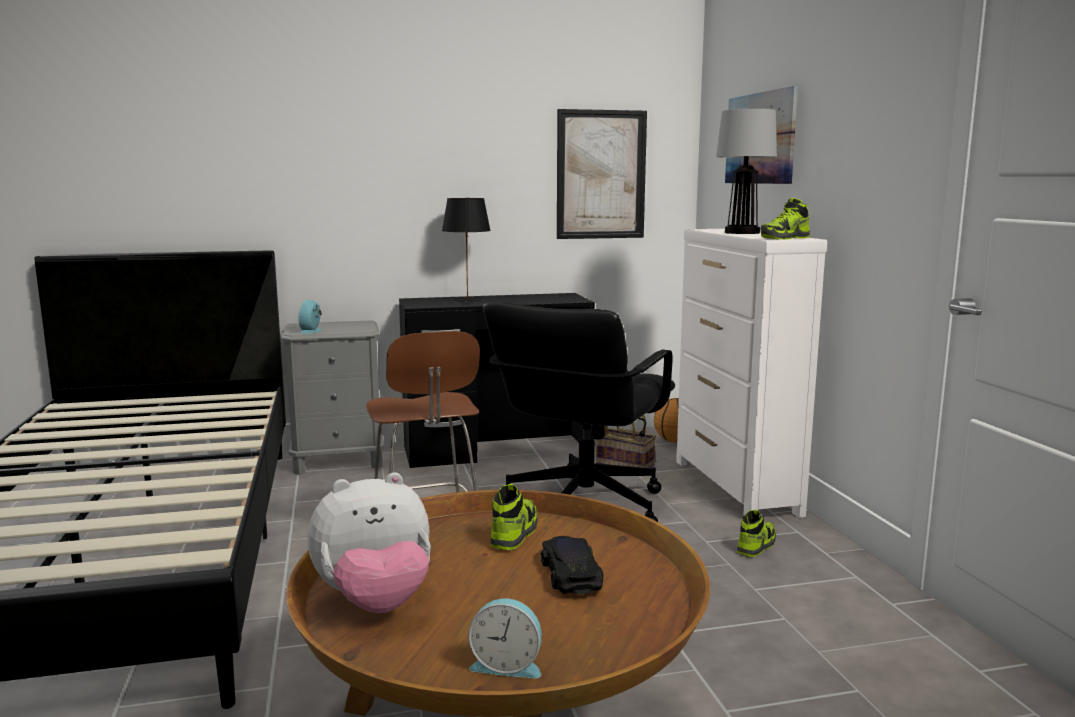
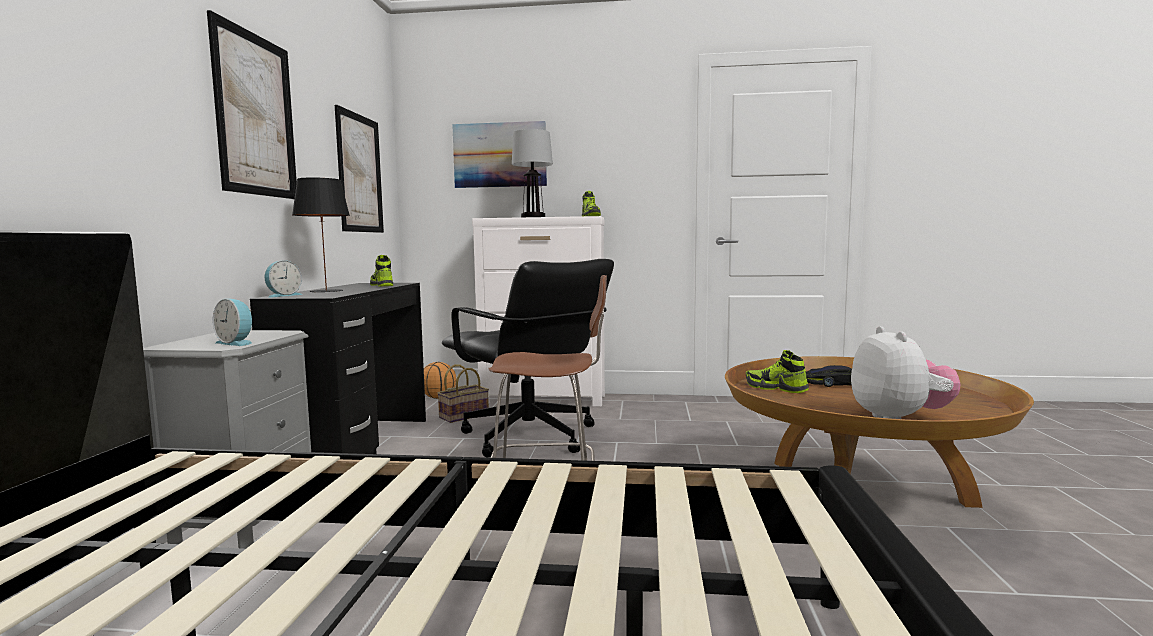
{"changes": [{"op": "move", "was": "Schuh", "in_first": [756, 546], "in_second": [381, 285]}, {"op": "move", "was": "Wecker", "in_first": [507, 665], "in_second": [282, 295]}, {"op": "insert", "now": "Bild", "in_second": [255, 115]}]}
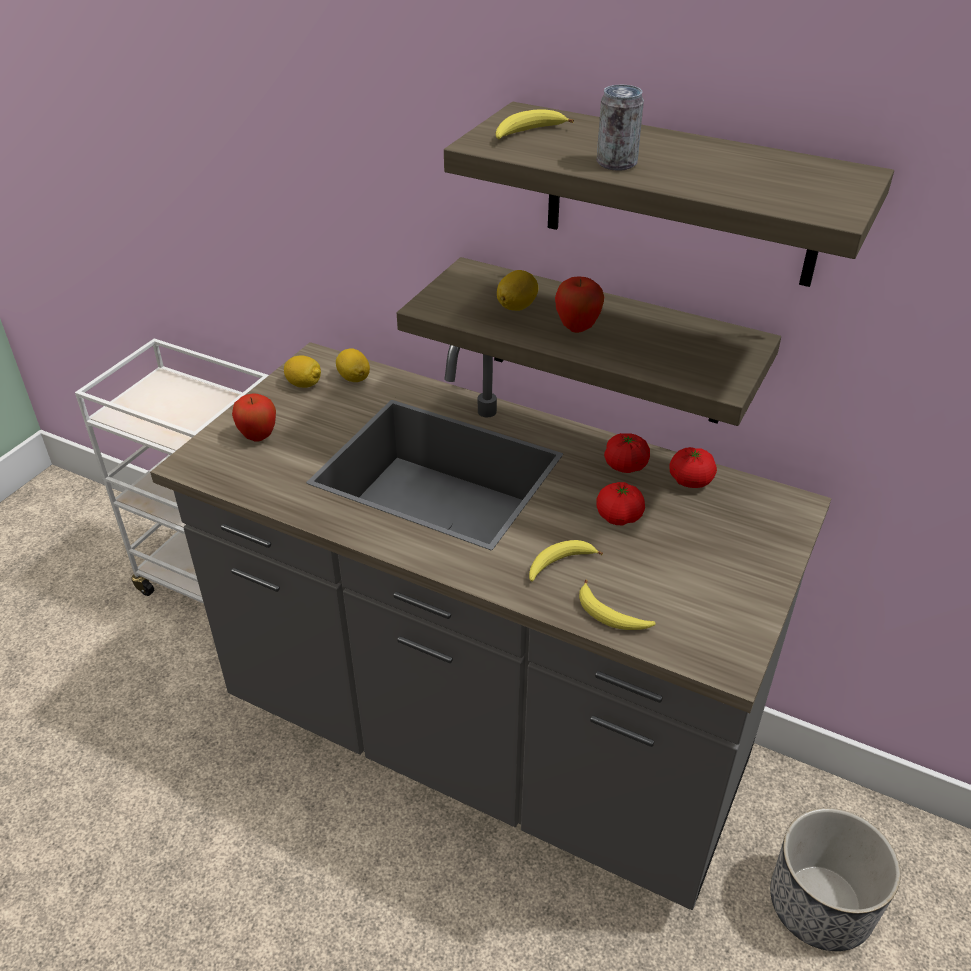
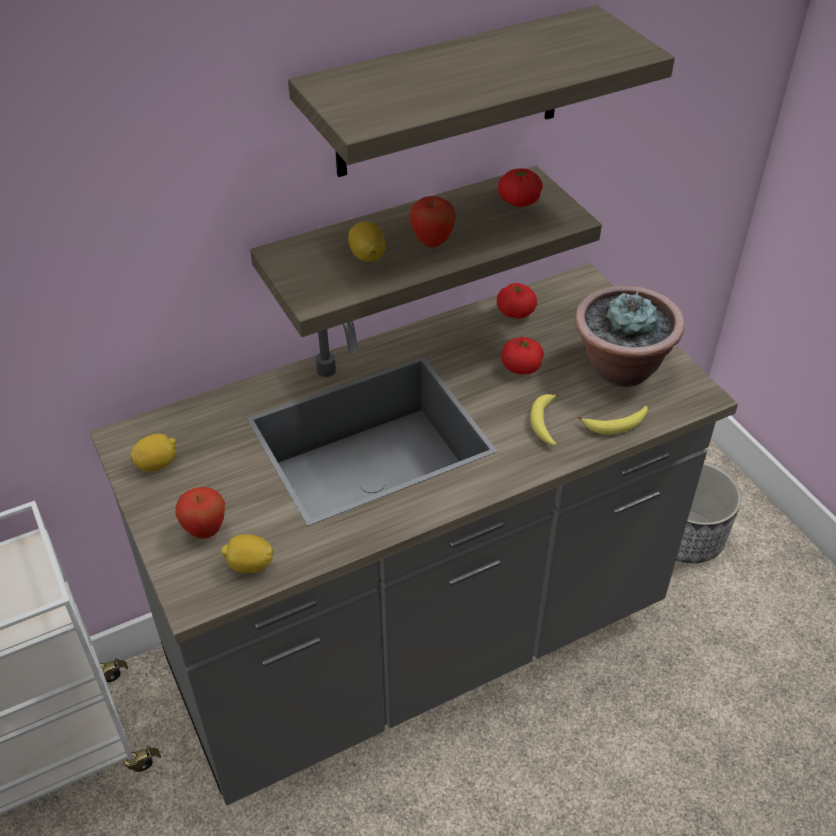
{"changes": [{"op": "delete", "was": "Dose", "in_first": [616, 163]}, {"op": "delete", "was": "Banane", "in_first": [527, 133]}, {"op": "move", "was": "Zitrone", "in_first": [354, 378], "in_second": [250, 565]}, {"op": "move", "was": "Tomate", "in_first": [625, 466], "in_second": [519, 201]}, {"op": "insert", "now": "Topfpflanze", "in_second": [620, 368]}]}
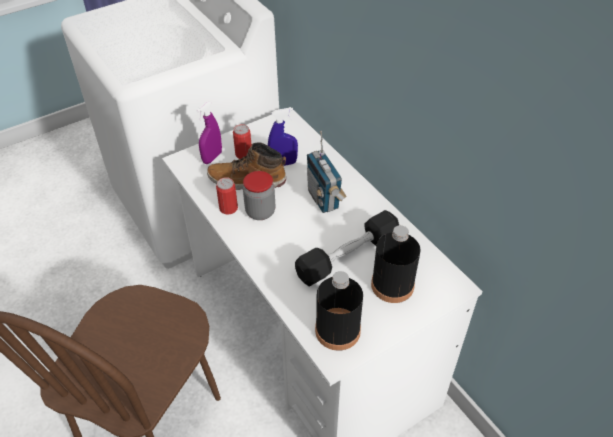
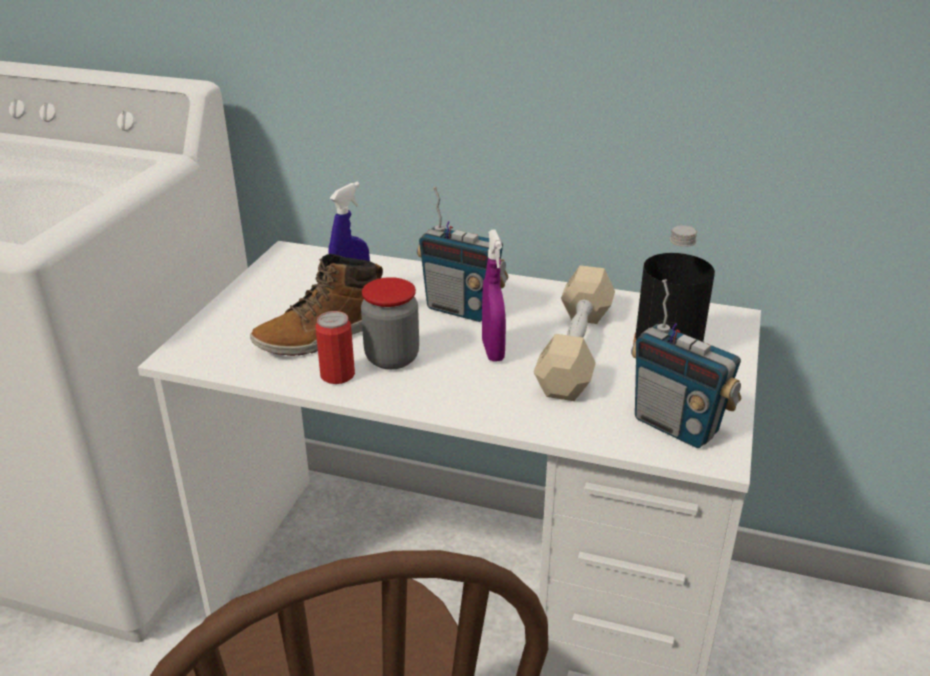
{"changes": [{"op": "move", "was": "Sprühflasche (lila)", "in_first": [212, 157], "in_second": [492, 351]}, {"op": "delete", "was": "Dose", "in_first": [243, 154]}, {"op": "recolor", "was": "Hantel (schwarz)", "now": "Hantel (beige)", "in_first": [347, 257], "in_second": [575, 349]}, {"op": "replace", "was": "Flasche (schwarz)", "now": "Radio", "in_first": [337, 330], "in_second": [676, 426]}]}
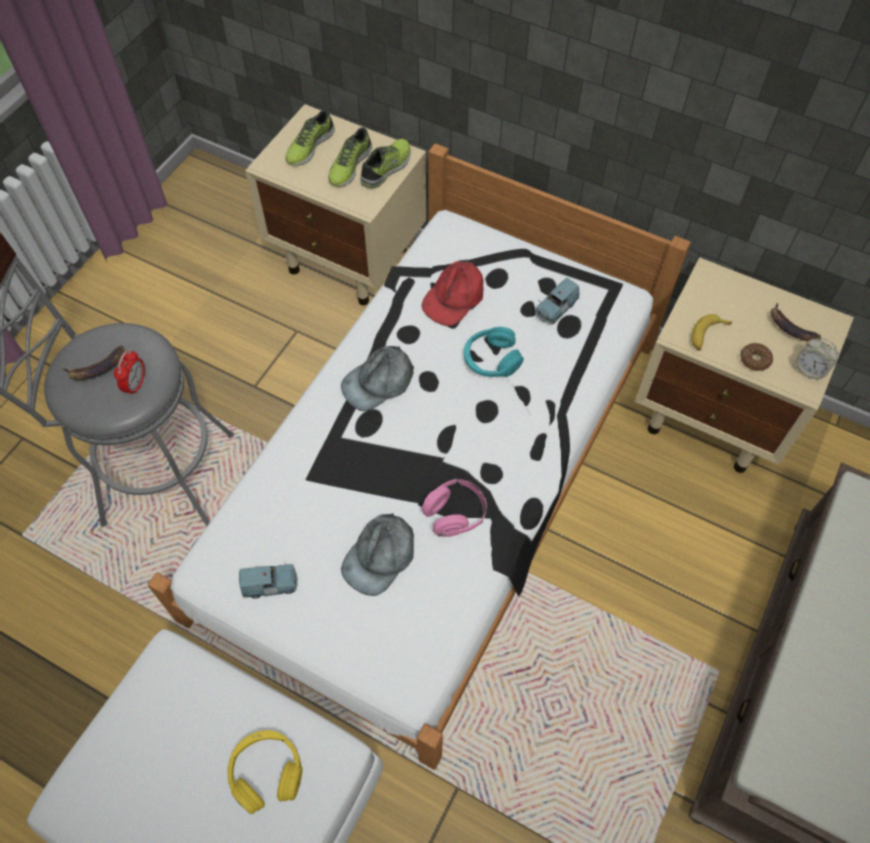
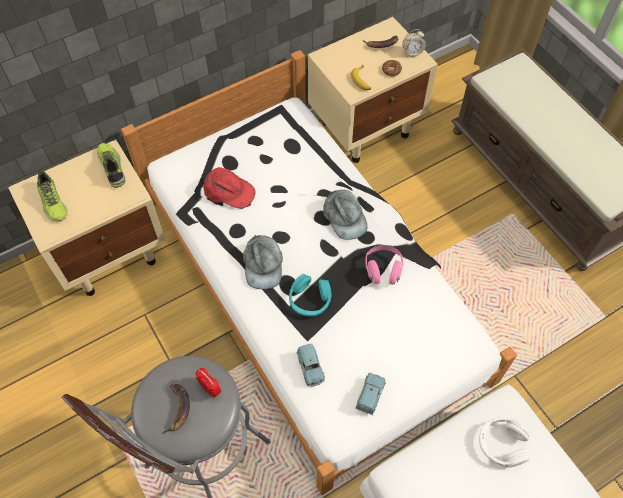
{"changes": [{"op": "delete", "was": "Schuh", "in_first": [349, 166]}, {"op": "rotate", "was": "Kappe (rot)", "in_first": [454, 298], "in_second": [229, 191], "clockwise": -45}, {"op": "move", "was": "Spielzeugauto (blau)", "in_first": [555, 308], "in_second": [310, 369]}, {"op": "move", "was": "Kopfhörer (türkis)", "in_first": [491, 359], "in_second": [309, 300]}, {"op": "move", "was": "Kappe (grau)", "in_first": [380, 556], "in_second": [344, 217]}, {"op": "recolor", "was": "Kopfhörer (gelb)", "now": "Kopfhörer (weiß)", "in_first": [266, 772], "in_second": [501, 444]}]}
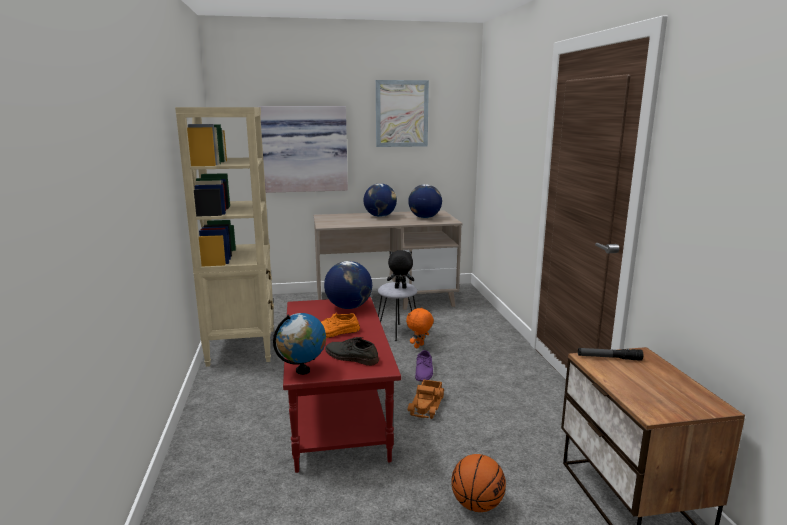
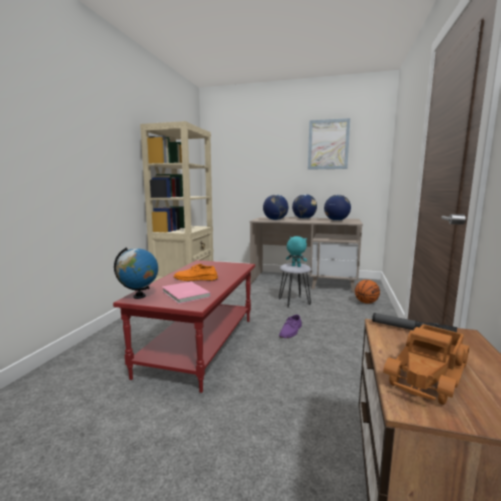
{"changes": [{"op": "delete", "was": "Bild", "in_first": [304, 149]}, {"op": "recolor", "was": "Plüschtier (schwarz)", "now": "Plüschtier (türkis)", "in_first": [400, 288], "in_second": [295, 266]}, {"op": "move", "was": "Globus", "in_first": [348, 307], "in_second": [275, 220]}, {"op": "delete", "was": "Plüschtier (orange)", "in_first": [419, 346]}, {"op": "replace", "was": "Schuh (grau)", "now": "Buch (rosa)", "in_first": [350, 357], "in_second": [184, 294]}, {"op": "move", "was": "Spielzeuglaster", "in_first": [427, 405], "in_second": [430, 372]}, {"op": "move", "was": "Basketball", "in_first": [477, 505], "in_second": [366, 302]}]}
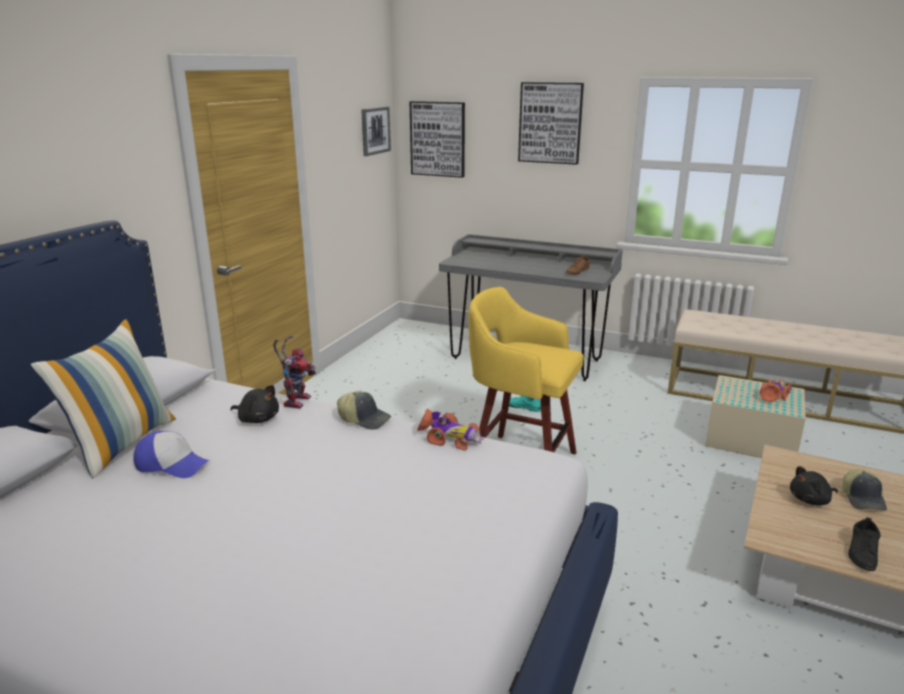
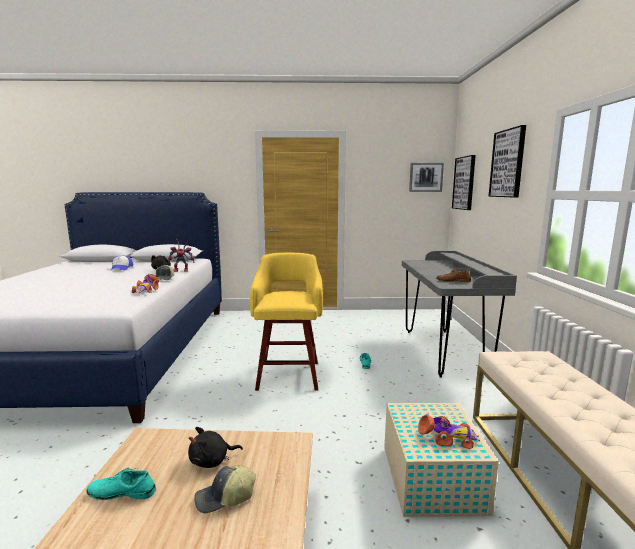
{"changes": [{"op": "delete", "was": "Kissen", "in_first": [121, 444]}, {"op": "rotate", "was": "Plüschtier (schwarz)", "in_first": [811, 500], "in_second": [212, 461], "clockwise": -75}, {"op": "recolor", "was": "Schuh (schwarz)", "now": "Schuh (türkis)", "in_first": [862, 552], "in_second": [122, 492]}]}
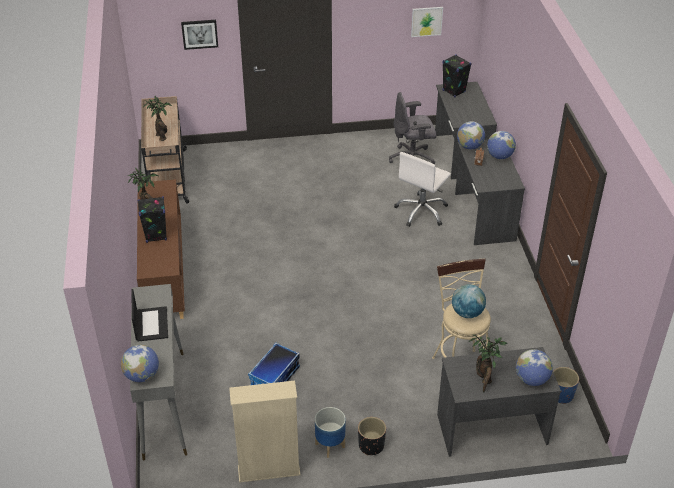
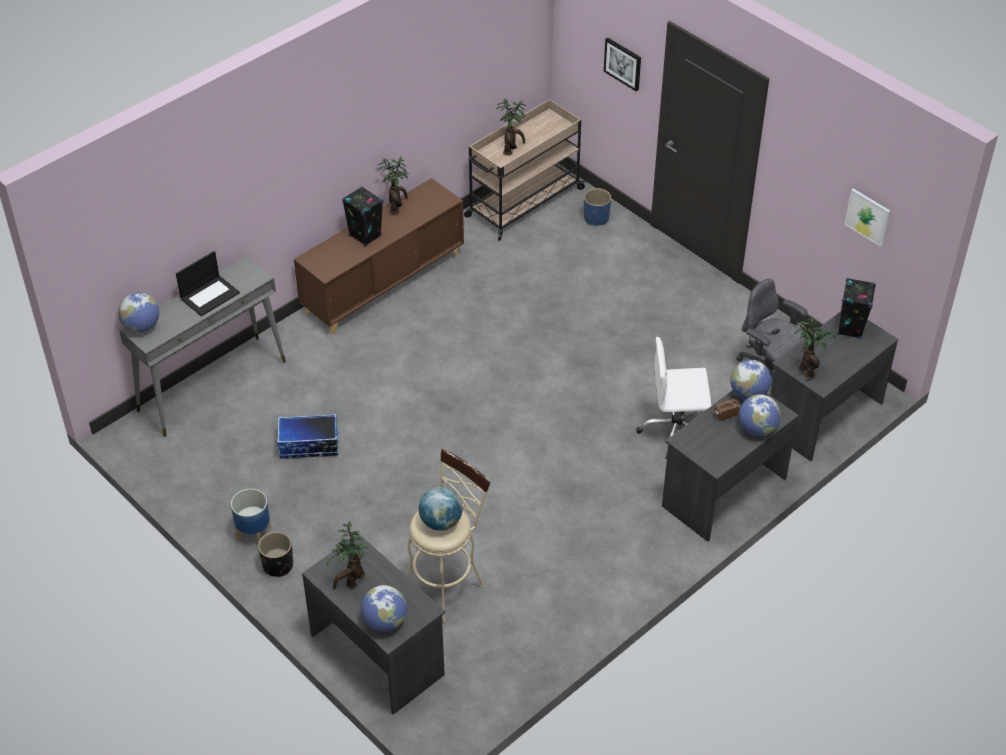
{"changes": [{"op": "move", "was": "Pflanzkübel (blau)", "in_first": [561, 395], "in_second": [596, 218]}, {"op": "delete", "was": "Bücherregal (beige)", "in_first": [269, 470]}, {"op": "insert", "now": "Topfpflanze", "in_second": [806, 370]}]}
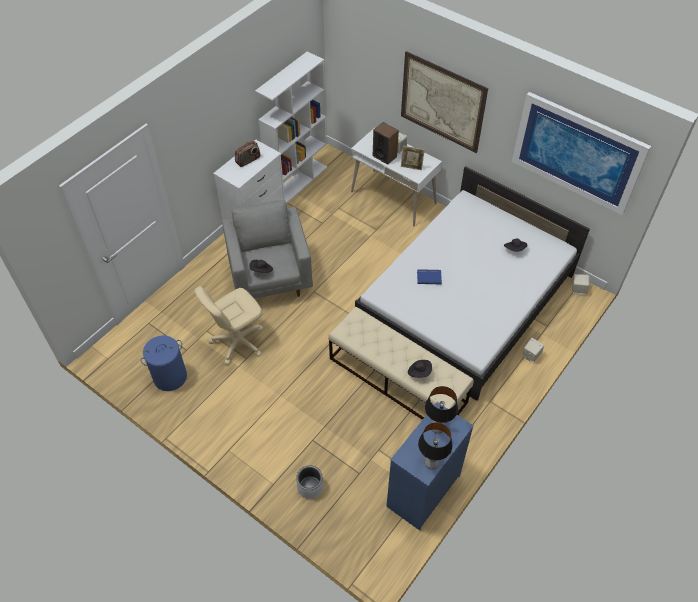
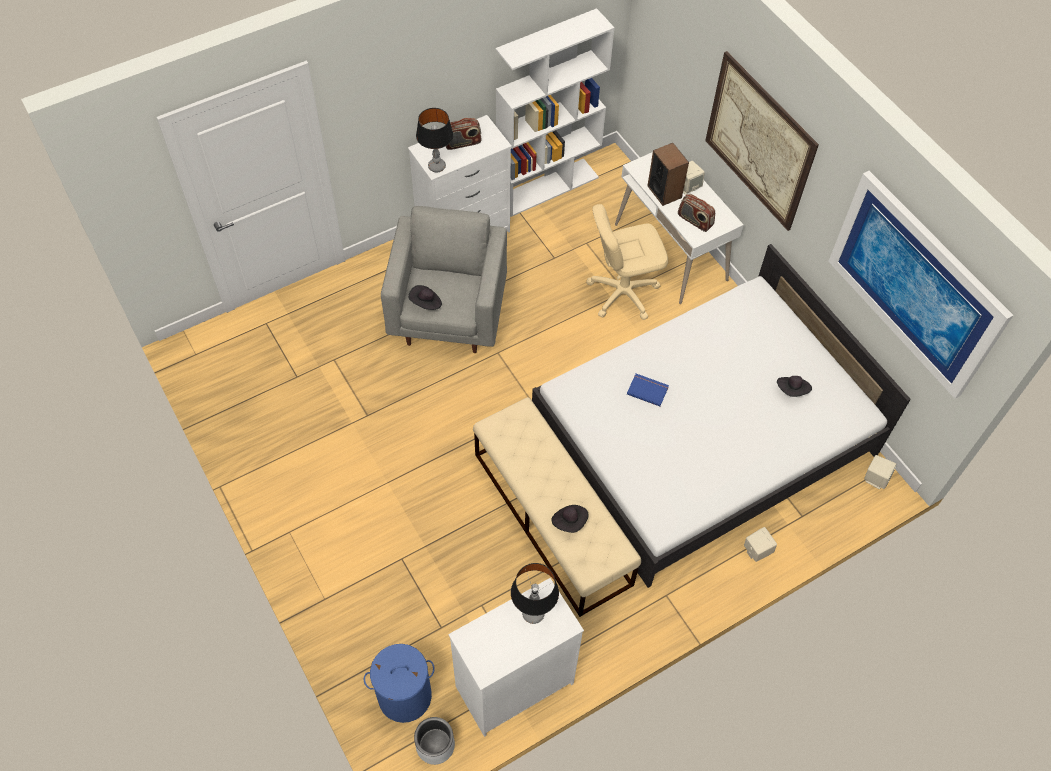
{"changes": [{"op": "replace", "was": "Bilderrahmen", "now": "Radio", "in_first": [411, 167], "in_second": [694, 221]}, {"op": "move", "was": "Bürostuhl (beige)", "in_first": [237, 342], "in_second": [622, 293]}, {"op": "move", "was": "Wäschekorb (blau)", "in_first": [170, 377], "in_second": [404, 696]}, {"op": "recolor", "was": "Kommode (blau)", "now": "Kommode (weiß)", "in_first": [423, 490], "in_second": [514, 684]}, {"op": "move", "was": "Tischlampe", "in_first": [431, 463], "in_second": [436, 167]}, {"op": "move", "was": "Pflanzkübel (grau)", "in_first": [310, 487], "in_second": [435, 745]}]}
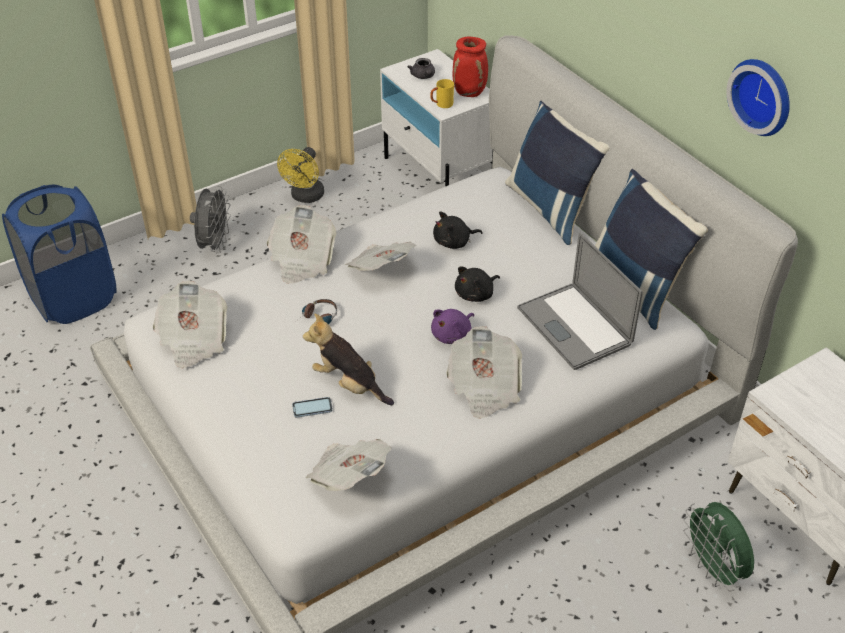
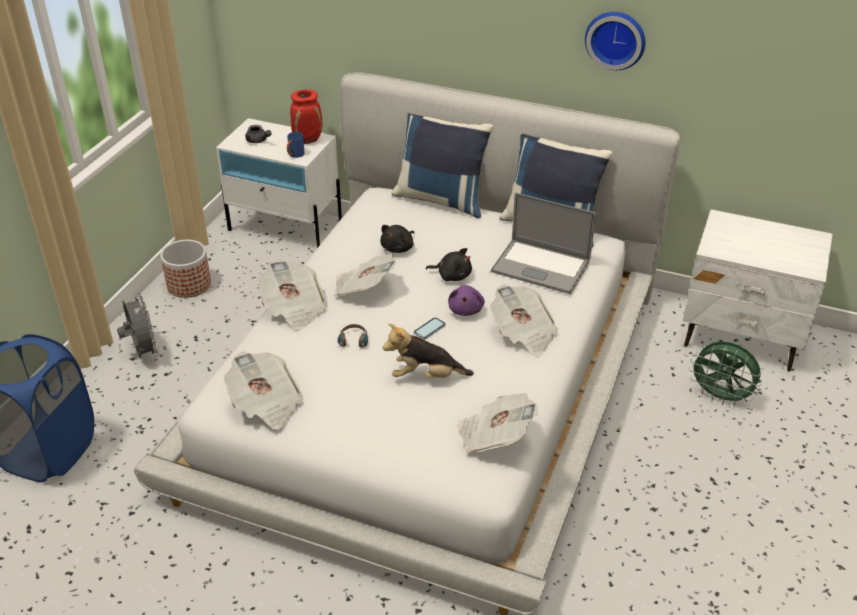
{"changes": [{"op": "recolor", "was": "Henkelbecher (gelb)", "now": "Henkelbecher (blau)", "in_first": [441, 105], "in_second": [295, 155]}, {"op": "replace", "was": "Ventilator (gelb)", "now": "Pflanzkübel", "in_first": [305, 197], "in_second": [189, 284]}, {"op": "rotate", "was": "Plüschtier (schwarz)", "in_first": [476, 294], "in_second": [452, 275], "clockwise": -90}, {"op": "move", "was": "Handy", "in_first": [312, 408], "in_second": [429, 329]}]}
